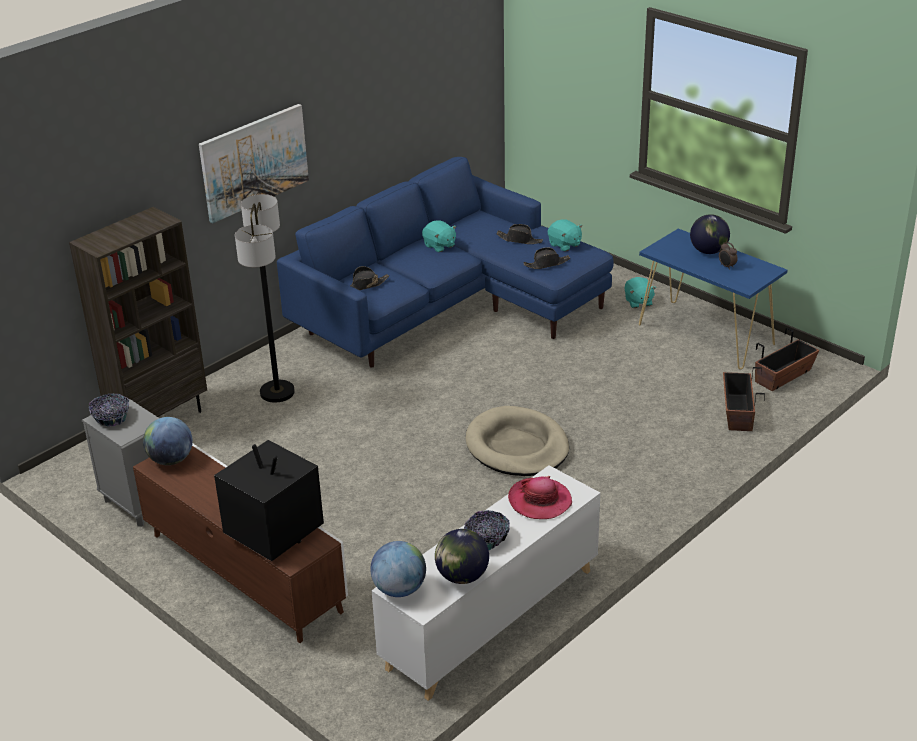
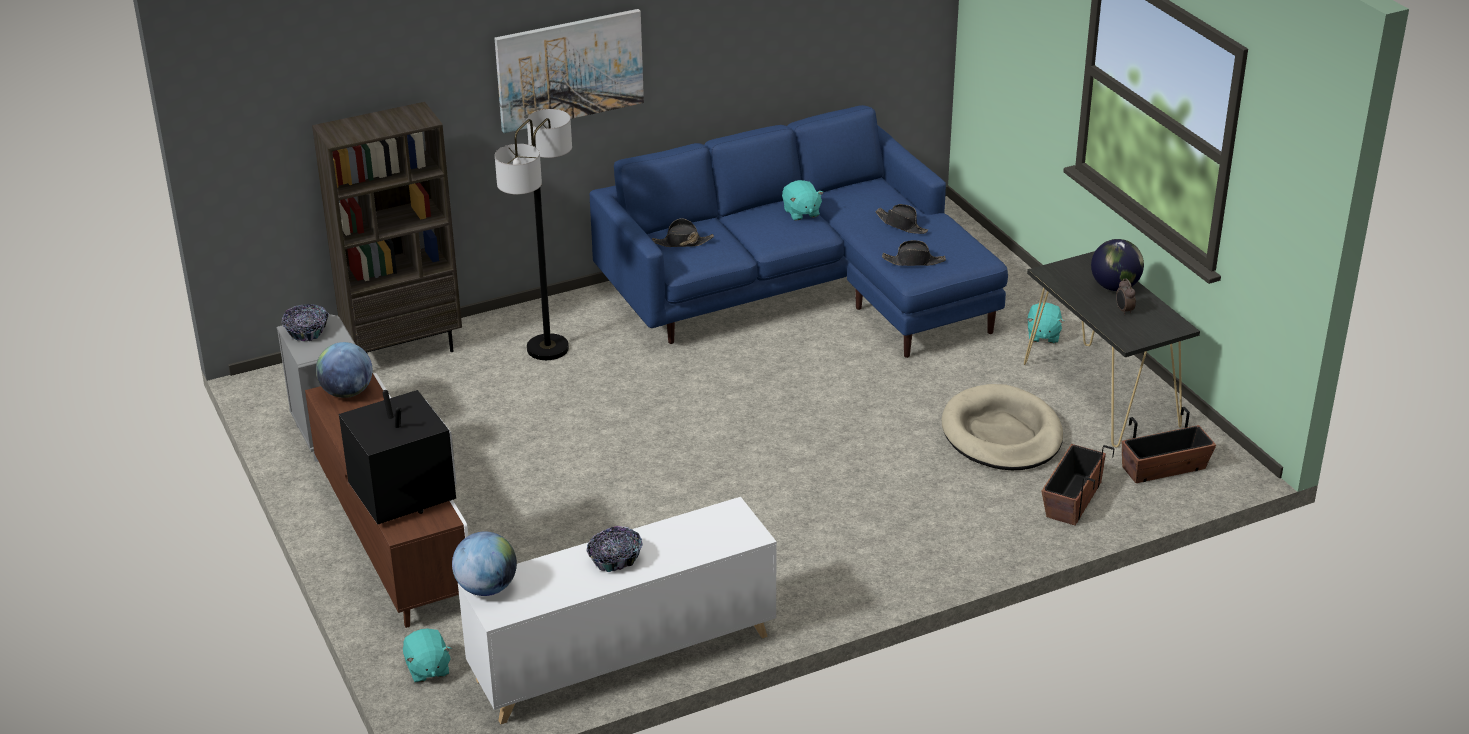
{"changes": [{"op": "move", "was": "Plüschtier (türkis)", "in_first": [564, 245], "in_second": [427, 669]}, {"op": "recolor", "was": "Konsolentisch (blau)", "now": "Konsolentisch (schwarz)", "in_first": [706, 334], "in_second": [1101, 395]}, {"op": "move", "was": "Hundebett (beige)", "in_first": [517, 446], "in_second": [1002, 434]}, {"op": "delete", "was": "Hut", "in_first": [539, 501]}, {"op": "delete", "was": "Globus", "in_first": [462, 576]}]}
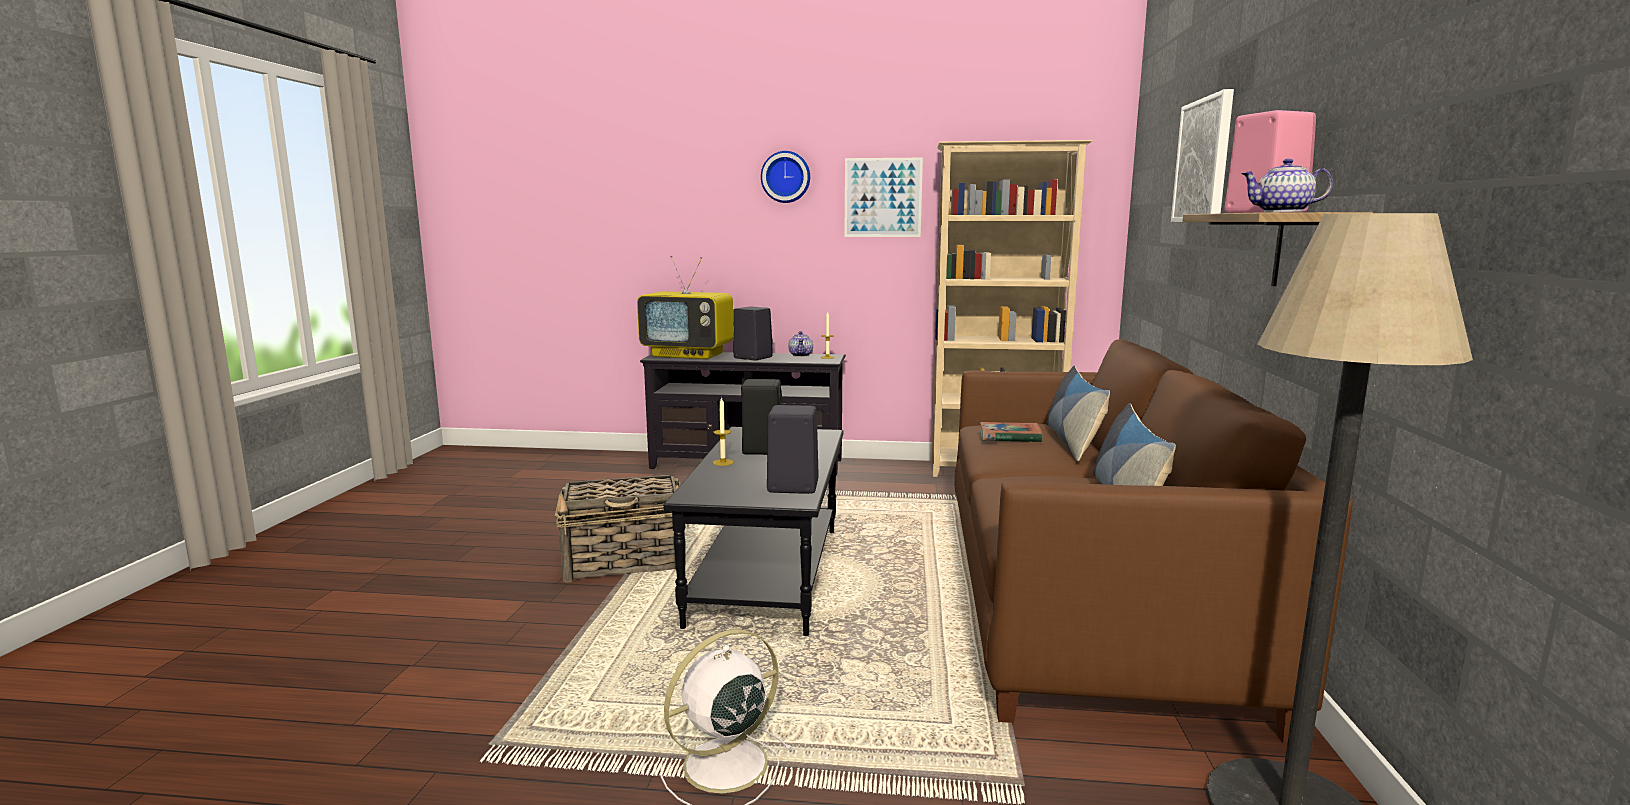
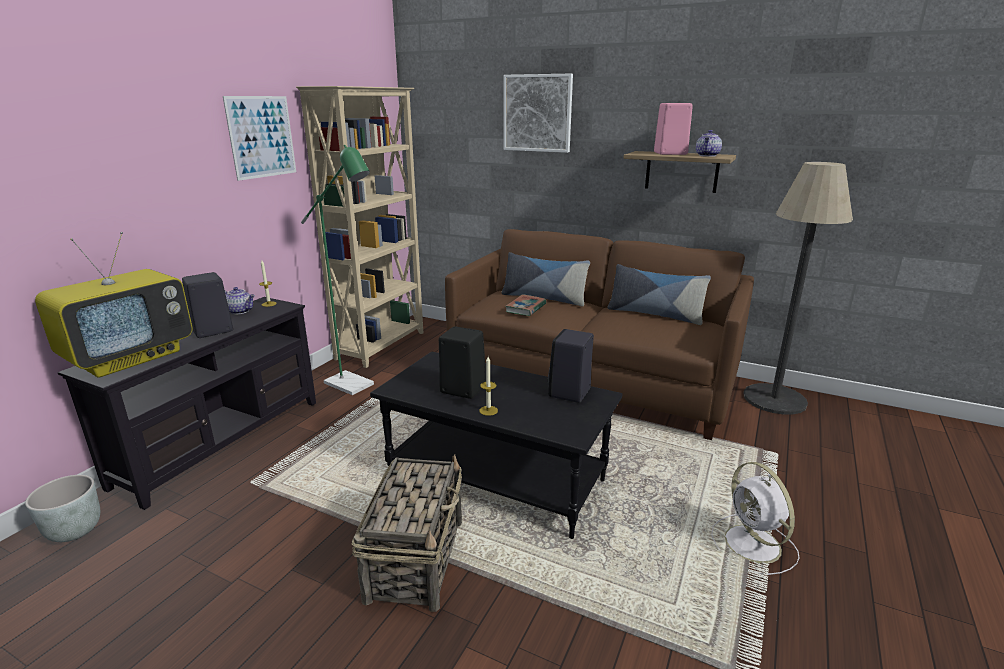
{"changes": [{"op": "delete", "was": "Wanduhr", "in_first": [786, 177]}, {"op": "insert", "now": "Stehlampe (grün)", "in_second": [355, 386]}, {"op": "insert", "now": "Pflanzkübel (grau)", "in_second": [75, 530]}]}
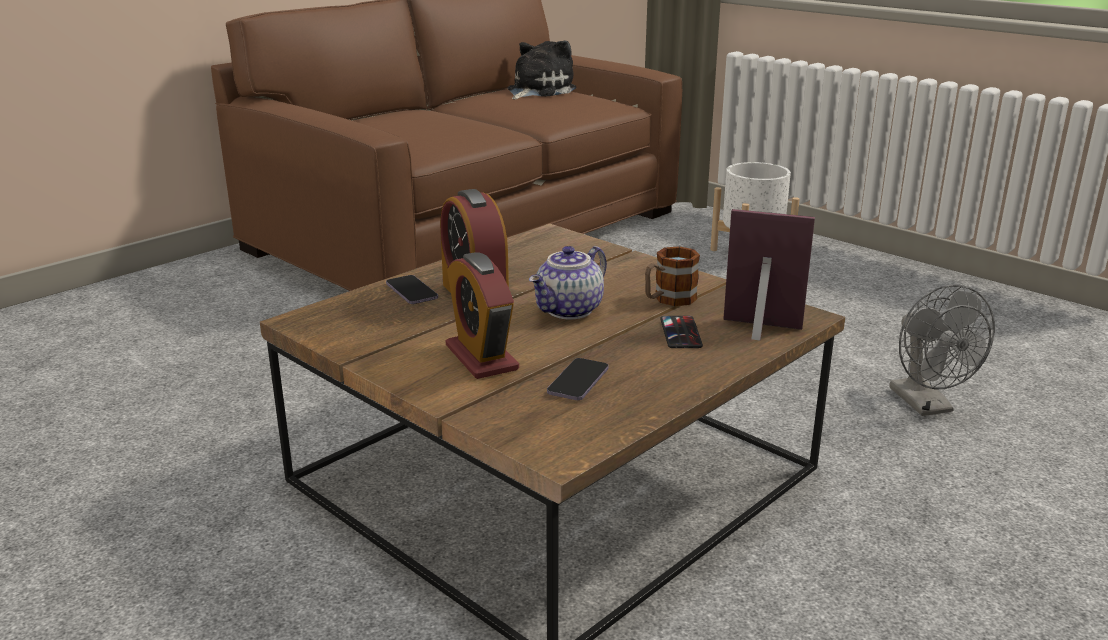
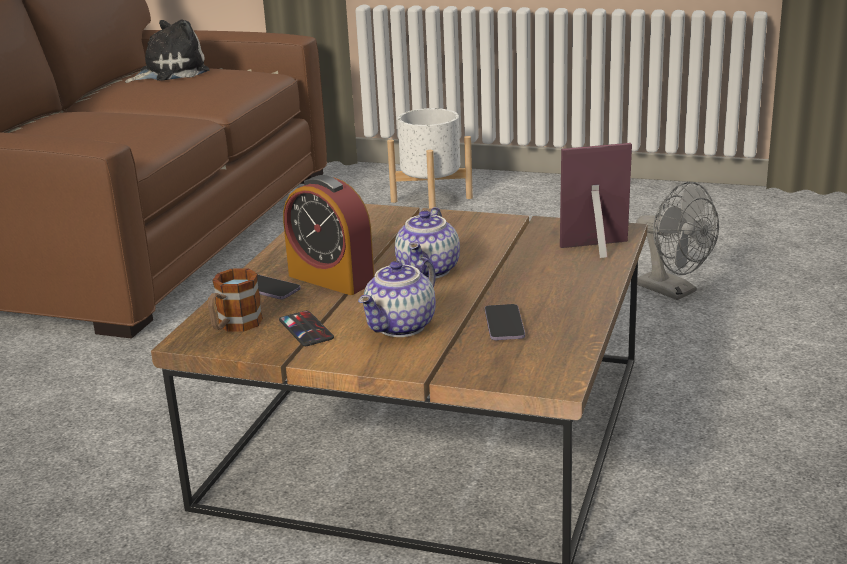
{"changes": [{"op": "rotate", "was": "Plüschtier", "in_first": [538, 91], "in_second": [169, 72], "clockwise": 45}, {"op": "move", "was": "Henkelbecher", "in_first": [668, 300], "in_second": [234, 326]}, {"op": "replace", "was": "Wecker", "now": "Teekanne", "in_first": [481, 358], "in_second": [402, 327]}, {"op": "move", "was": "Handy", "in_first": [681, 333], "in_second": [306, 329]}]}
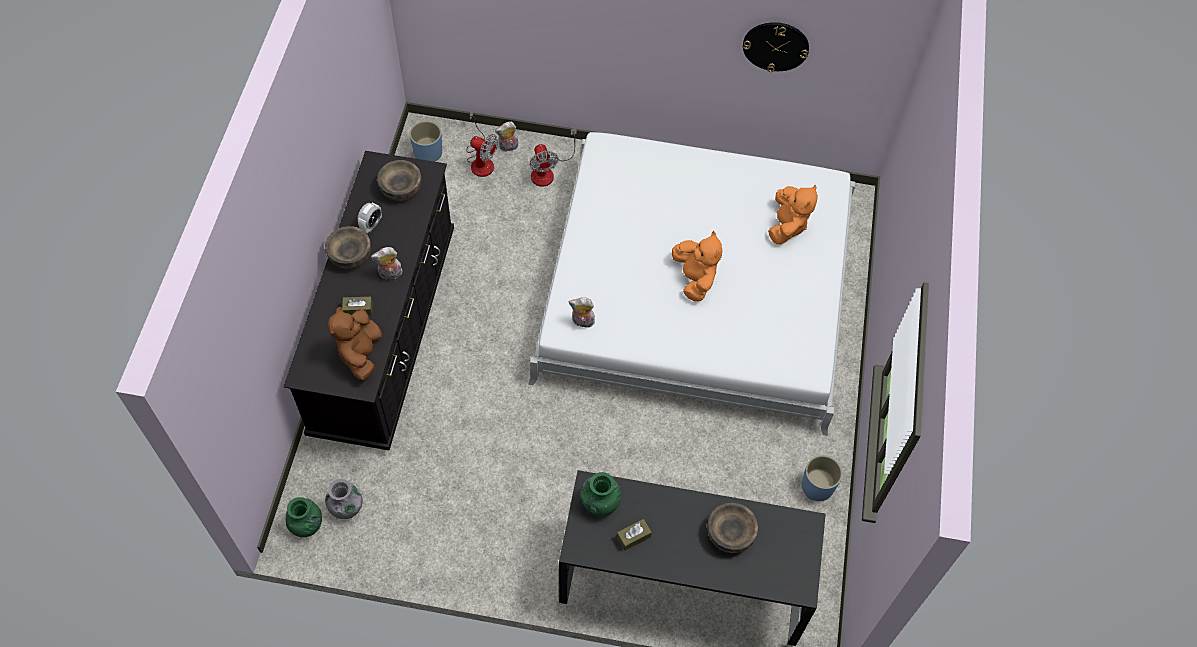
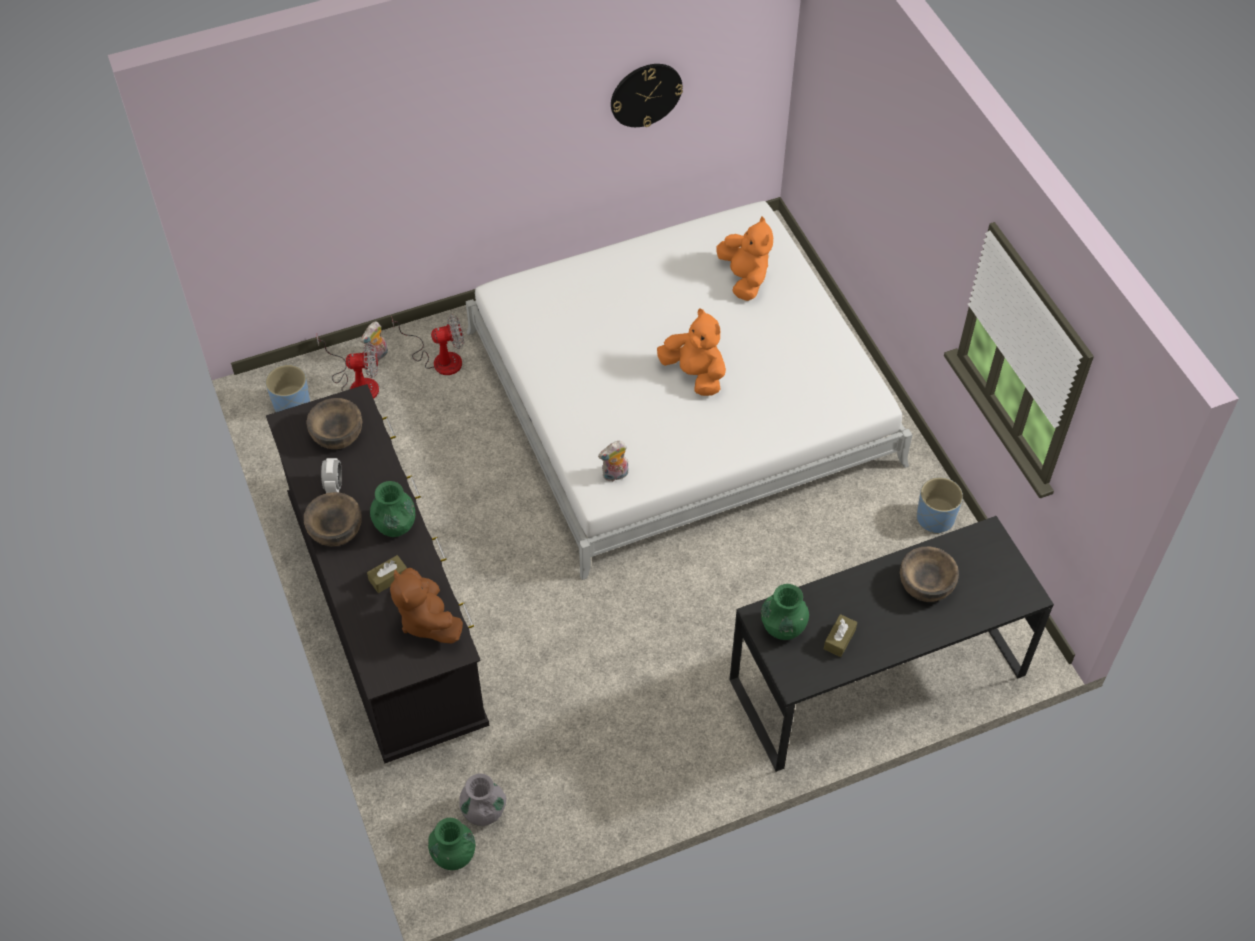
{"changes": [{"op": "rotate", "was": "Ventilator", "in_first": [548, 171], "in_second": [439, 359], "clockwise": -60}, {"op": "replace", "was": "Plüschtier", "now": "Vase (grün)", "in_first": [390, 274], "in_second": [395, 525]}]}
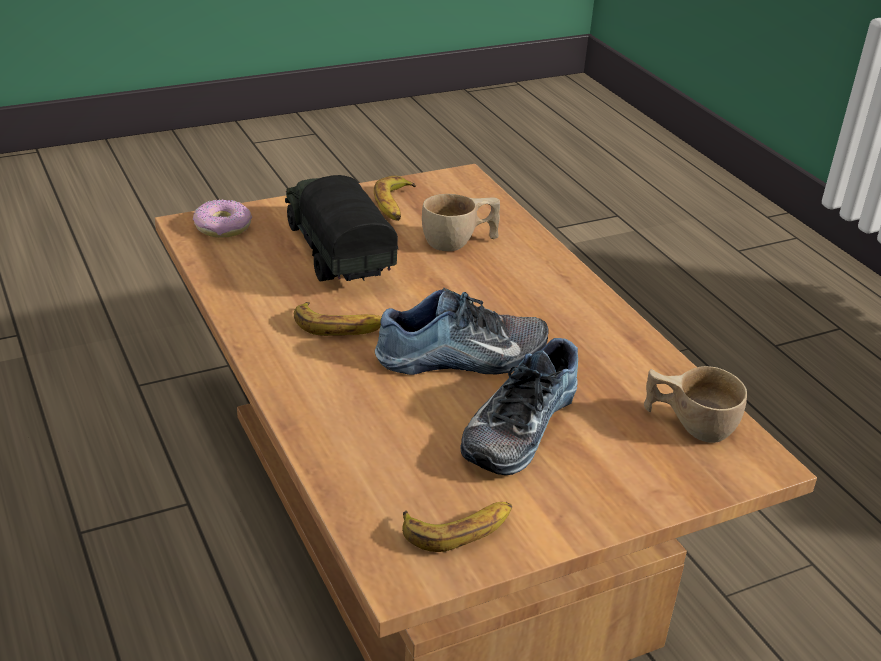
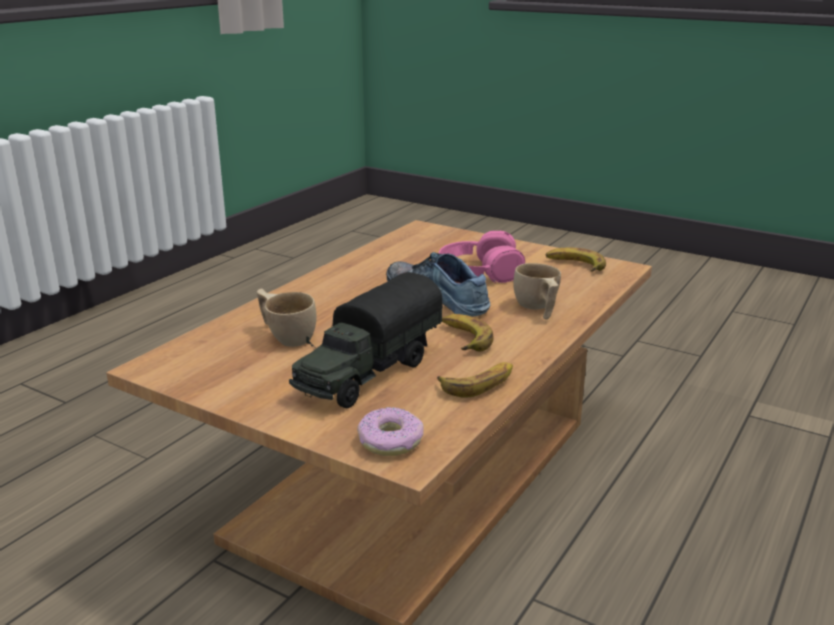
{"changes": [{"op": "move", "was": "Banane", "in_first": [394, 205], "in_second": [479, 384]}, {"op": "replace", "was": "Schuh", "now": "Kopfhörer (rosa)", "in_first": [516, 425], "in_second": [479, 271]}, {"op": "move", "was": "Tasse (beige)", "in_first": [688, 424], "in_second": [537, 309]}]}
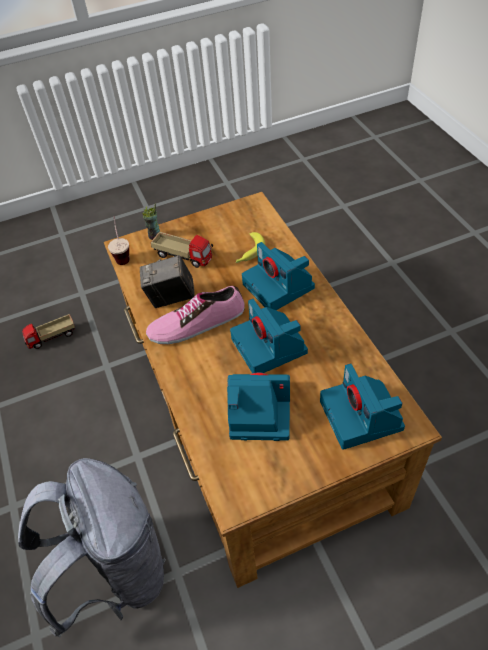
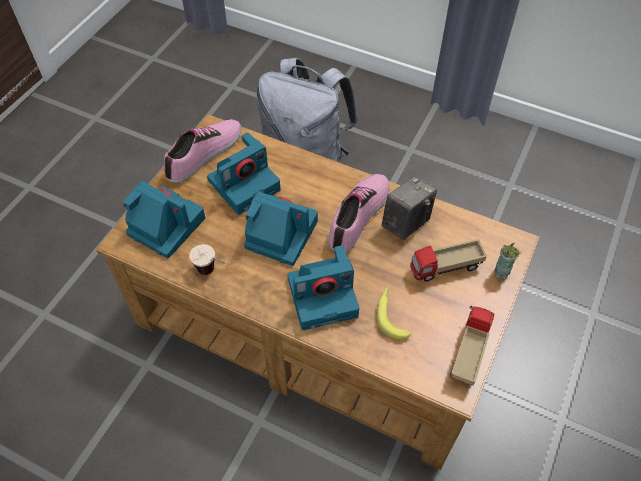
{"changes": [{"op": "move", "was": "Tasse", "in_first": [122, 254], "in_second": [213, 274]}, {"op": "rotate", "was": "Kamera", "in_first": [279, 287], "in_second": [323, 295], "clockwise": 150}, {"op": "move", "was": "Spielzeuglaster", "in_first": [52, 338], "in_second": [468, 352]}, {"op": "insert", "now": "Schuh", "in_second": [205, 154]}]}
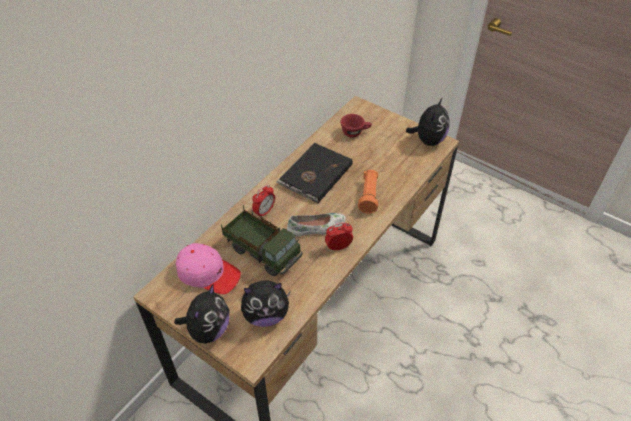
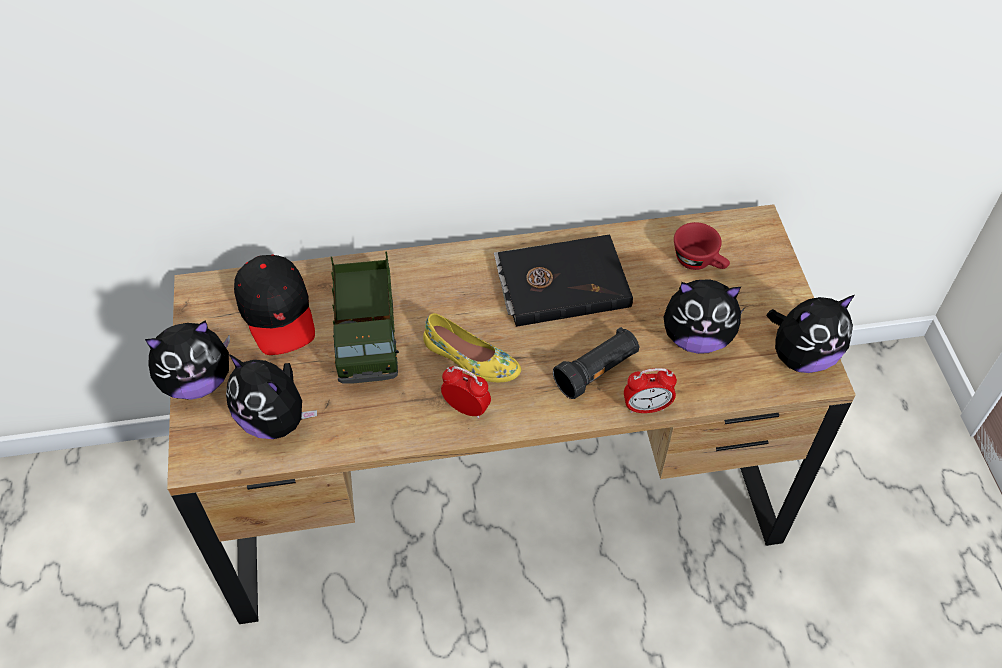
{"changes": [{"op": "recolor", "was": "Taschenlampe (orange)", "now": "Taschenlampe (schwarz)", "in_first": [368, 196], "in_second": [597, 371]}, {"op": "move", "was": "Wecker", "in_first": [264, 211], "in_second": [646, 407]}, {"op": "recolor", "was": "Schuh (weiß)", "now": "Schuh (gelb)", "in_first": [316, 228], "in_second": [471, 359]}, {"op": "recolor", "was": "Kappe (rosa)", "now": "Kappe (schwarz)", "in_first": [208, 273], "in_second": [277, 312]}, {"op": "insert", "now": "Plüschtier", "in_second": [696, 338]}]}
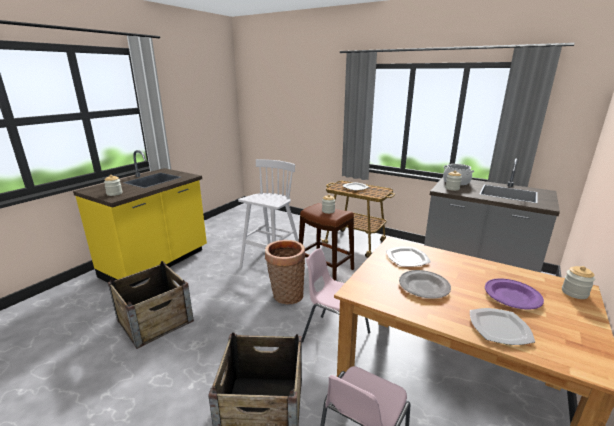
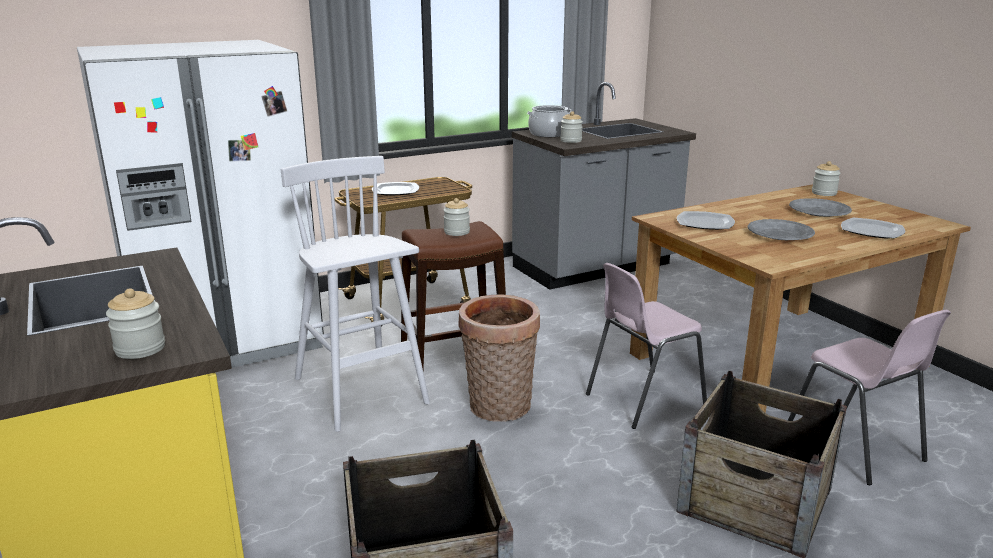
{"changes": [{"op": "recolor", "was": "Teller (lila)", "now": "Teller (grau)", "in_first": [512, 296], "in_second": [819, 211]}, {"op": "insert", "now": "Kühlschrank (weiß)", "in_second": [226, 340]}]}
